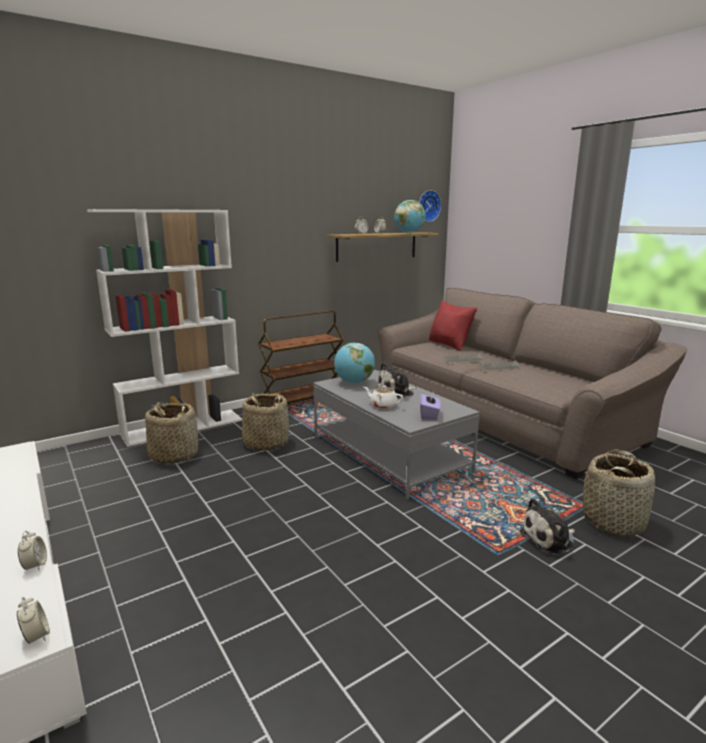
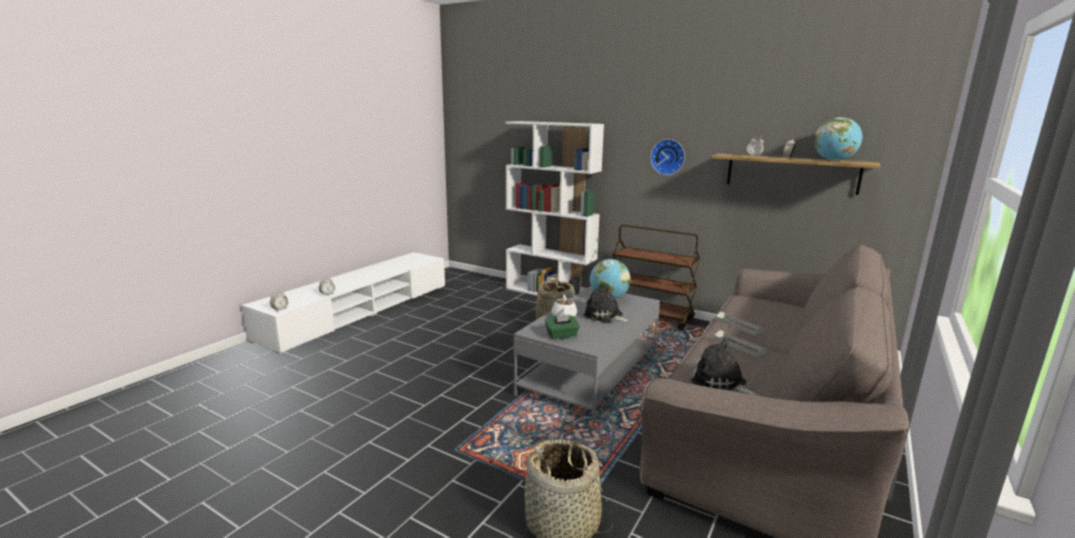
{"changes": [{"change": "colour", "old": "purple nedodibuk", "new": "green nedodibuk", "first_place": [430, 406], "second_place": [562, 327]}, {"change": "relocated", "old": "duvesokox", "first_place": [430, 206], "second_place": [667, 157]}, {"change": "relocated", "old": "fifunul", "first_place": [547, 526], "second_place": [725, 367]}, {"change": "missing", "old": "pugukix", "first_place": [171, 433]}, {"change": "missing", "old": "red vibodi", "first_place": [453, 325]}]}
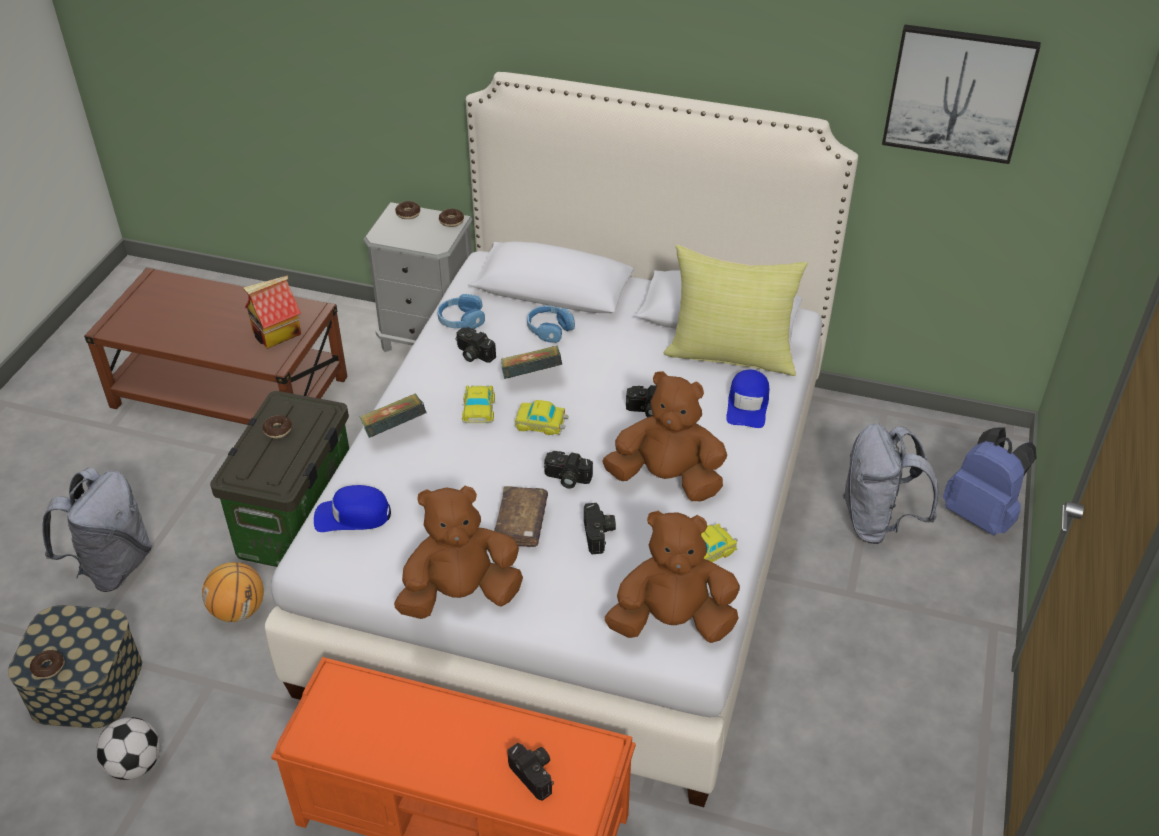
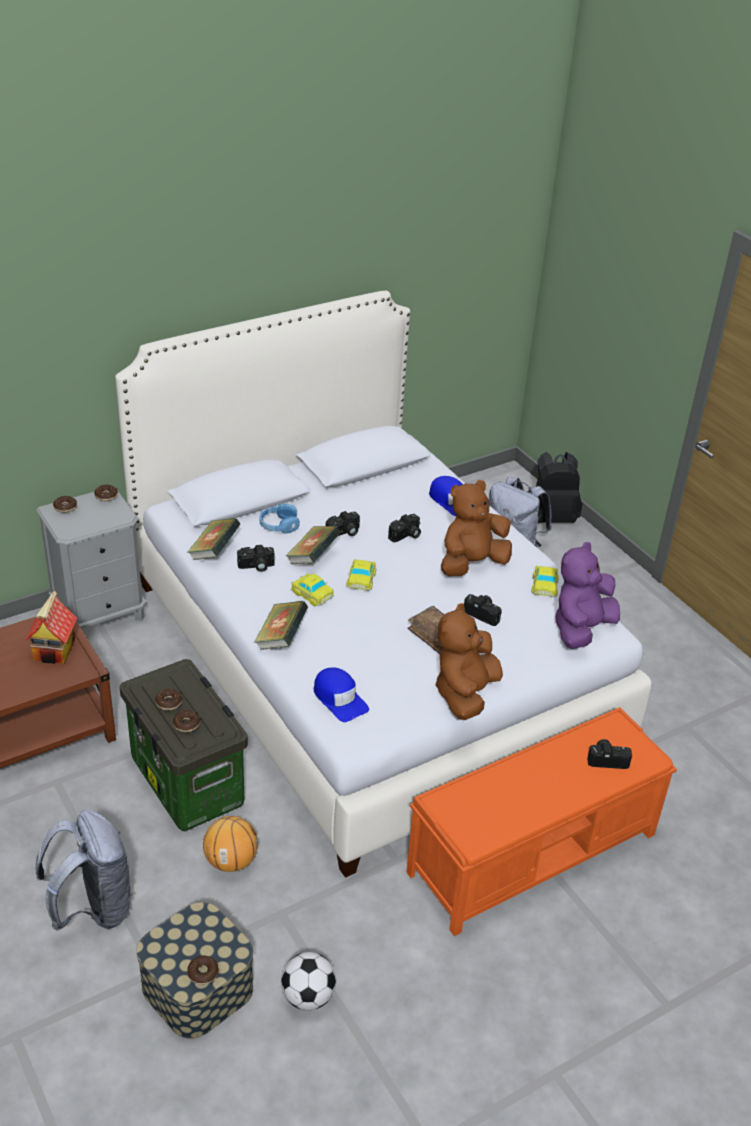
{"changes": [{"change": "appeared", "new": "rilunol", "second_place": [186, 721]}, {"change": "exchanged", "old": "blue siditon", "new": "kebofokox", "first_place": [461, 311], "second_place": [214, 539]}, {"change": "spun", "old": "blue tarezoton", "first_place": [352, 508], "second_place": [341, 694], "degrees": -75}, {"change": "relocated", "old": "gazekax", "first_place": [568, 470], "second_place": [343, 523]}, {"change": "spun", "old": "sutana", "first_place": [542, 417], "second_place": [361, 575], "degrees": -45}, {"change": "colour", "old": "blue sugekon", "new": "black sugekon", "first_place": [989, 481], "second_place": [559, 487]}, {"change": "colour", "old": "brown fifunul", "new": "purple fifunul", "first_place": [672, 577], "second_place": [587, 595]}, {"change": "missing", "old": "yellow vibodi", "first_place": [735, 310]}, {"change": "missing", "old": "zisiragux", "first_place": [961, 94]}]}
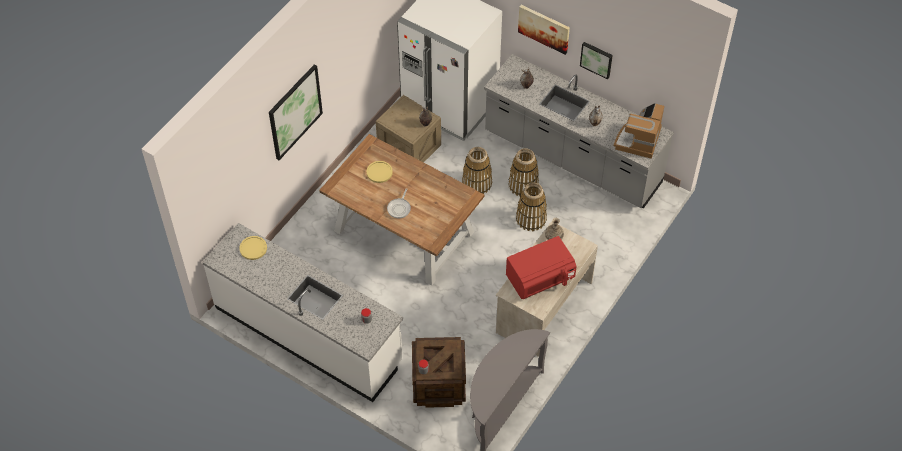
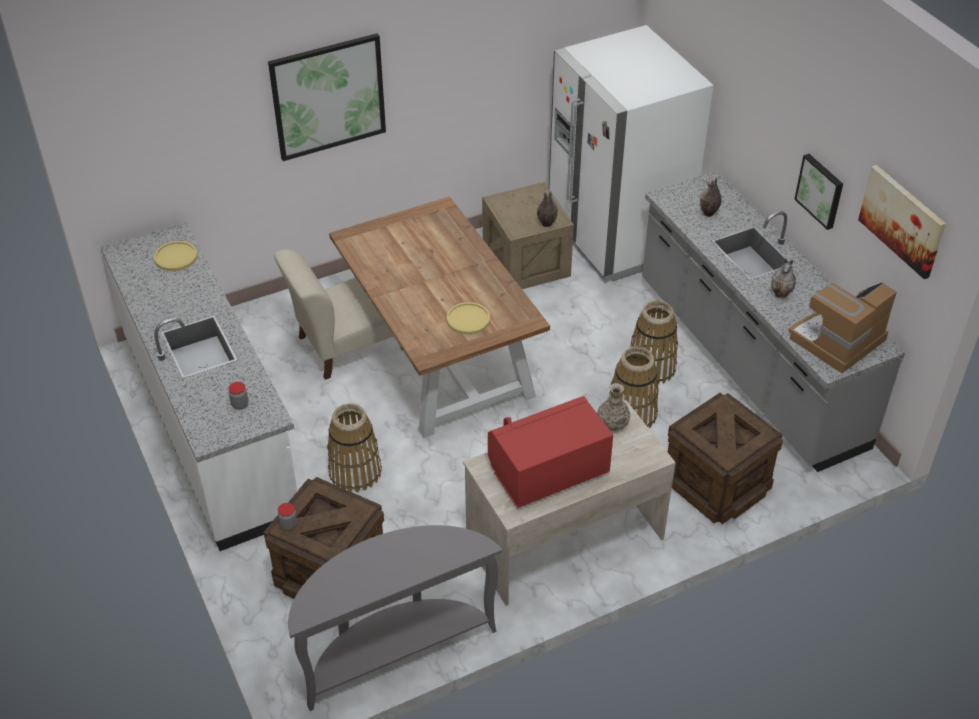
{"changes": [{"change": "appeared", "new": "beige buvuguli", "second_place": [338, 314]}, {"change": "relocated", "old": "pugukix", "first_place": [477, 170], "second_place": [354, 447]}, {"change": "relocated", "old": "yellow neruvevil", "first_place": [380, 172], "second_place": [468, 318]}, {"change": "spun", "old": "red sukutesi", "first_place": [541, 267], "second_place": [550, 452], "degrees": 150}, {"change": "appeared", "new": "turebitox", "second_place": [725, 458]}, {"change": "relocated", "old": "zisiragux", "first_place": [544, 30], "second_place": [902, 222]}, {"change": "missing", "old": "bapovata", "first_place": [399, 203]}]}
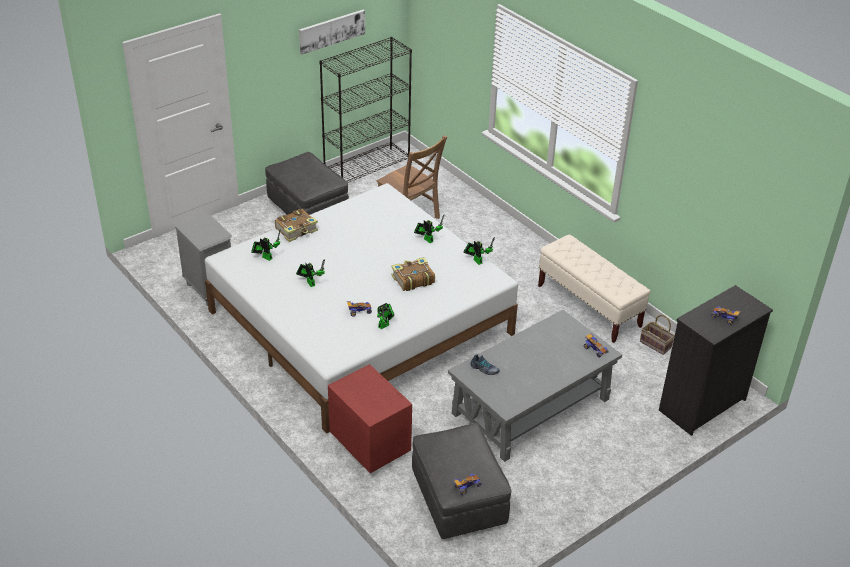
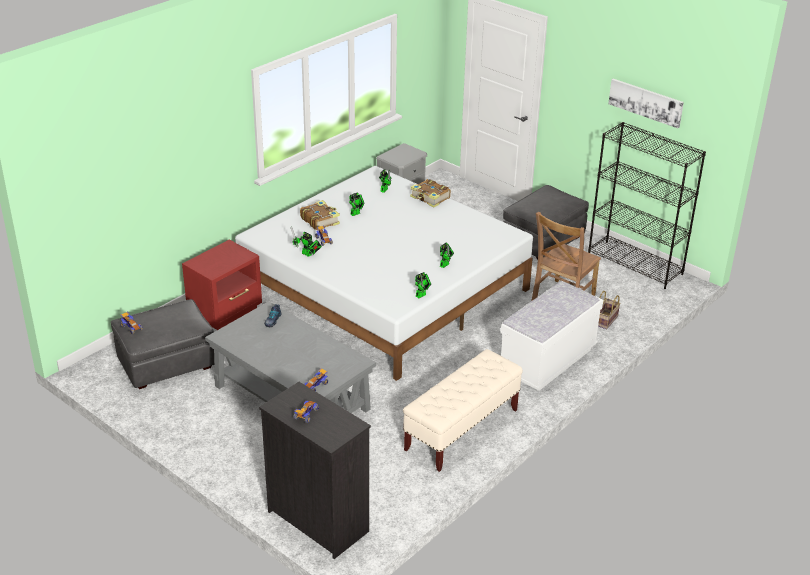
{"changes": [{"change": "relocated", "old": "kebofokox", "first_place": [413, 274], "second_place": [320, 215]}, {"change": "appeared", "new": "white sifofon", "second_place": [552, 336]}, {"change": "relocated", "old": "pugukix", "first_place": [657, 335], "second_place": [609, 310]}]}
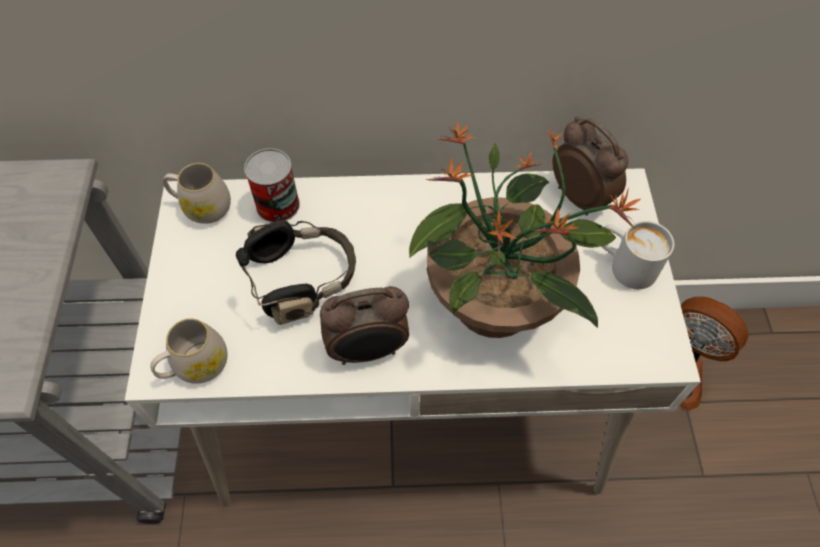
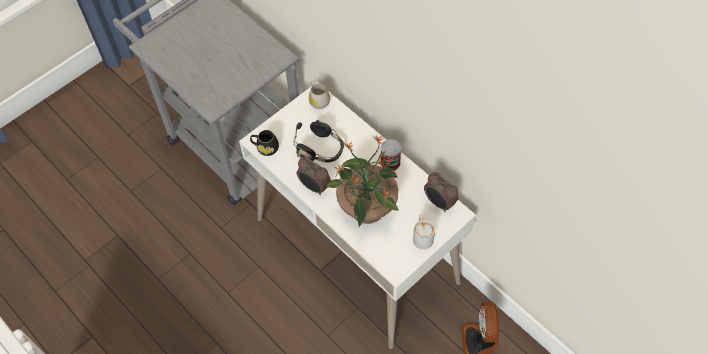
{"changes": [{"change": "colour", "old": "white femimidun", "new": "black femimidun", "first_place": [189, 351], "second_place": [264, 143]}, {"change": "relocated", "old": "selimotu", "first_place": [272, 185], "second_place": [391, 155]}, {"change": "spun", "old": "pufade", "first_place": [590, 165], "second_place": [441, 192], "degrees": 120}]}
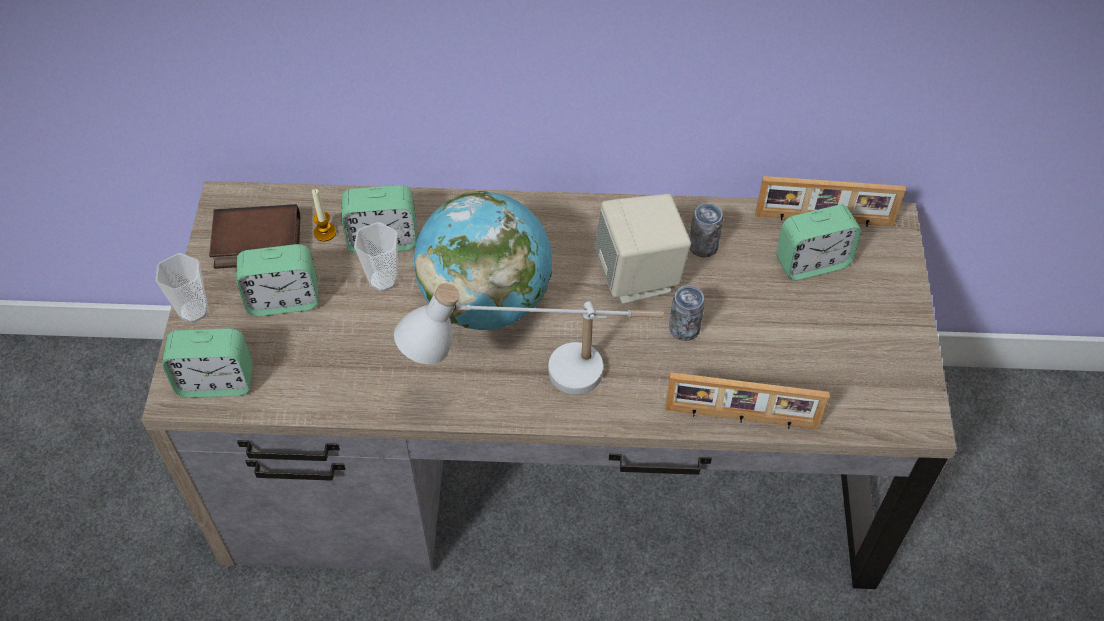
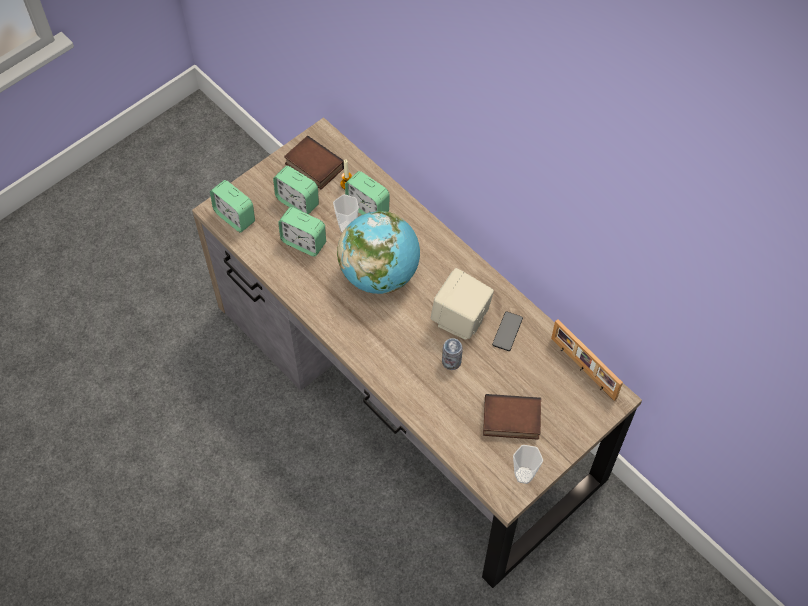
{"changes": [{"change": "relocated", "old": "pufade", "first_place": [818, 242], "second_place": [302, 232]}, {"change": "appeared", "new": "kebofokox", "second_place": [512, 417]}, {"change": "exchanged", "old": "selimotu", "new": "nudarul", "first_place": [707, 230], "second_place": [507, 331]}, {"change": "relocated", "old": "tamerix", "first_place": [181, 288], "second_place": [528, 464]}, {"change": "missing", "old": "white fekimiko", "first_place": [529, 339]}, {"change": "missing", "old": "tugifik", "first_place": [747, 400]}]}
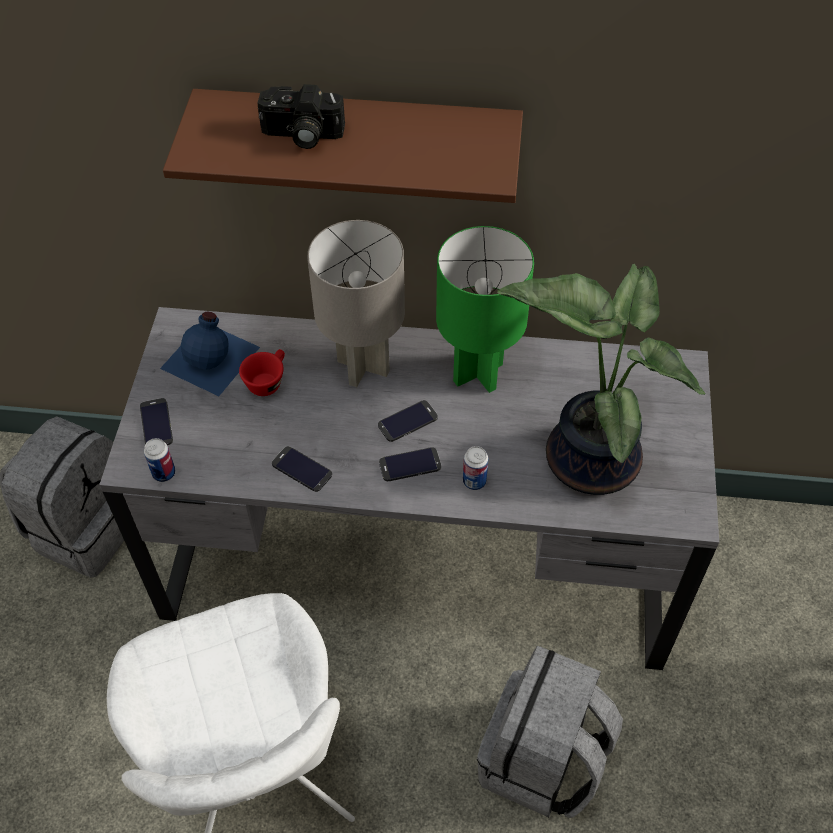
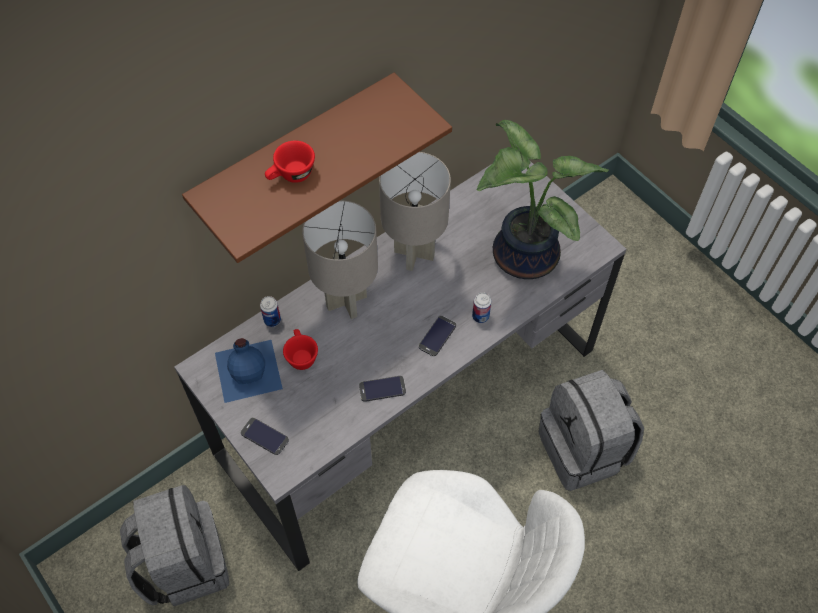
{"changes": [{"change": "relocated", "old": "selimotu", "first_place": [160, 460], "second_place": [270, 311]}, {"change": "exchanged", "old": "gazekax", "new": "red tamerix", "first_place": [301, 116], "second_place": [290, 162]}, {"change": "colour", "old": "green fekimiko", "new": "grey fekimiko", "first_place": [485, 309], "second_place": [415, 211]}, {"change": "missing", "old": "nudarul", "first_place": [408, 421]}]}
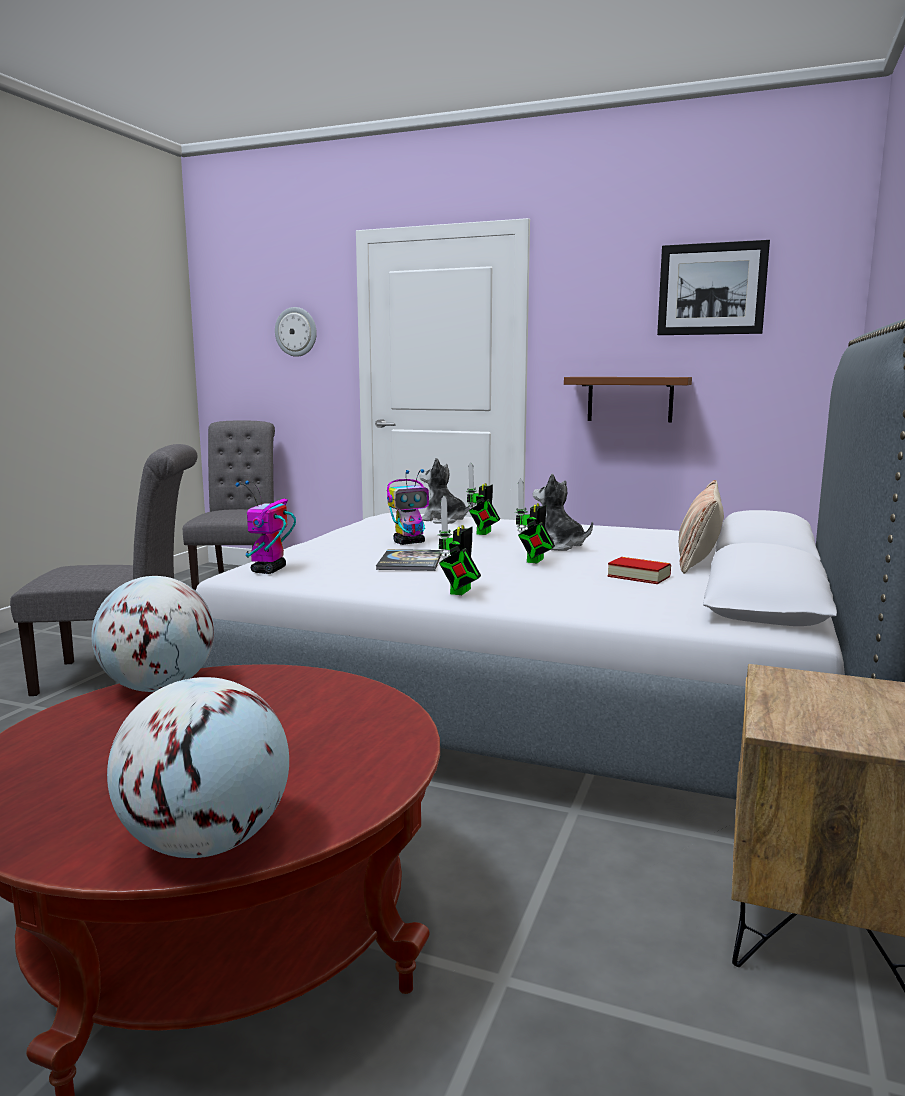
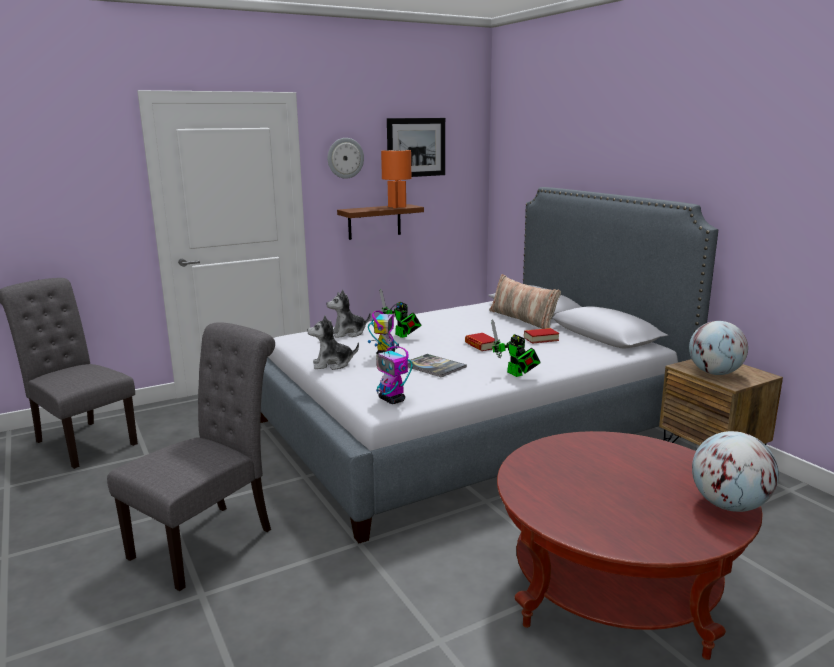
{"changes": [{"change": "relocated", "old": "fifunul", "first_place": [563, 512], "second_place": [333, 342]}, {"change": "relocated", "old": "duvesokox", "first_place": [296, 332], "second_place": [346, 158]}, {"change": "appeared", "new": "orange fekimiko", "second_place": [396, 179]}, {"change": "exchanged", "old": "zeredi", "new": "kebofokox", "first_place": [535, 521], "second_place": [480, 342]}, {"change": "relocated", "old": "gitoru", "first_place": [153, 634], "second_place": [718, 348]}]}
